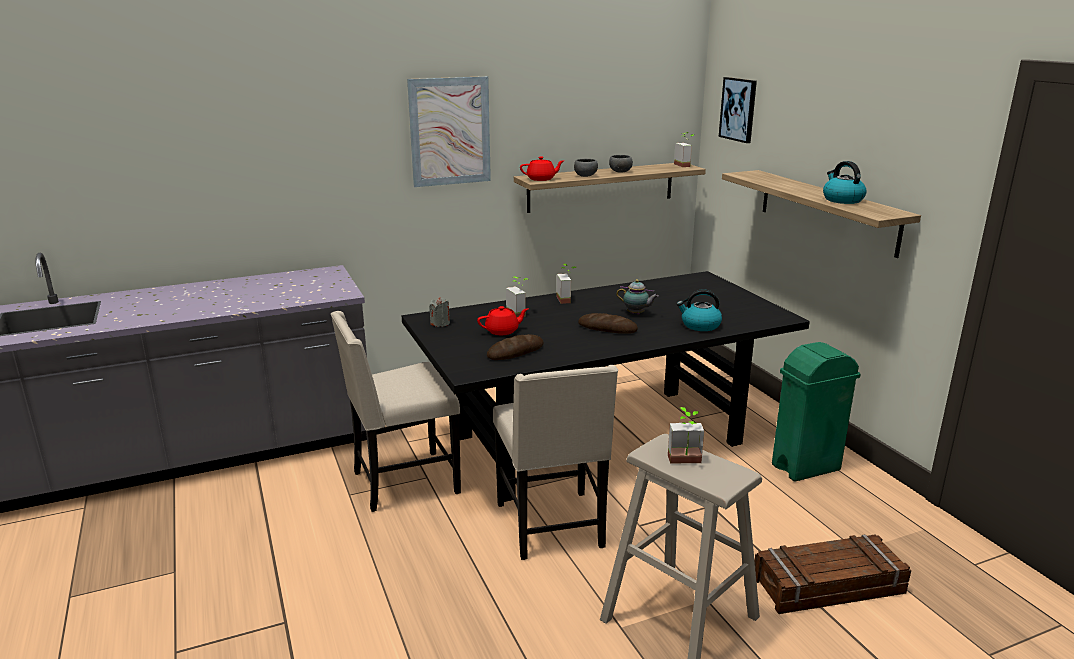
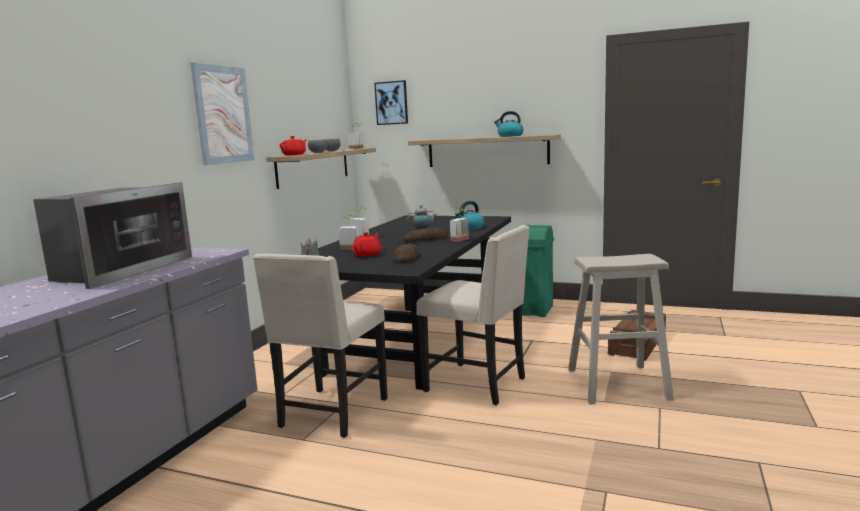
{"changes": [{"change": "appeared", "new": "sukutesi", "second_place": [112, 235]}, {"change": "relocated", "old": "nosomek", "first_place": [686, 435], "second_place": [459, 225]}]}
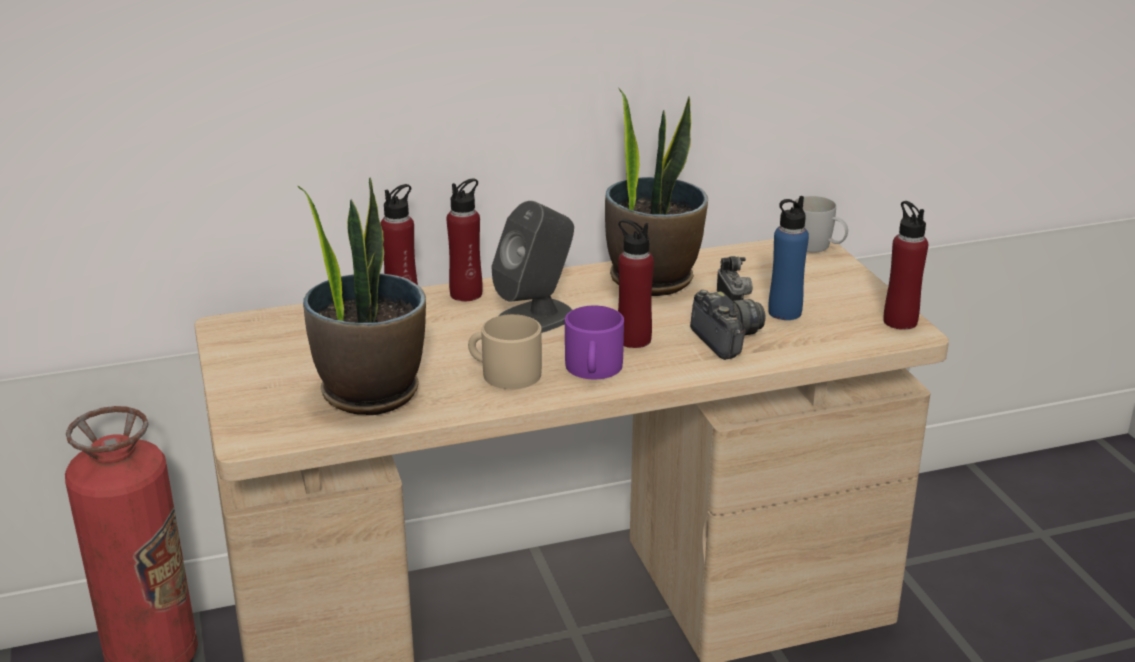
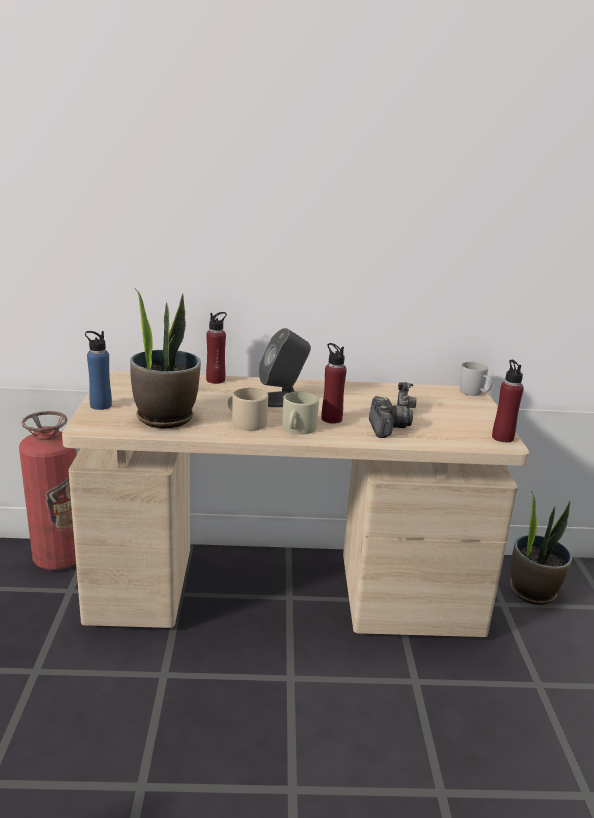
{"changes": [{"change": "relocated", "old": "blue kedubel", "first_place": [788, 258], "second_place": [98, 370]}, {"change": "colour", "old": "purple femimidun", "new": "beige femimidun", "first_place": [594, 342], "second_place": [300, 413]}, {"change": "relocated", "old": "nosomek", "first_place": [656, 191], "second_place": [541, 548]}, {"change": "missing", "old": "red kedubel", "first_place": [465, 239]}]}
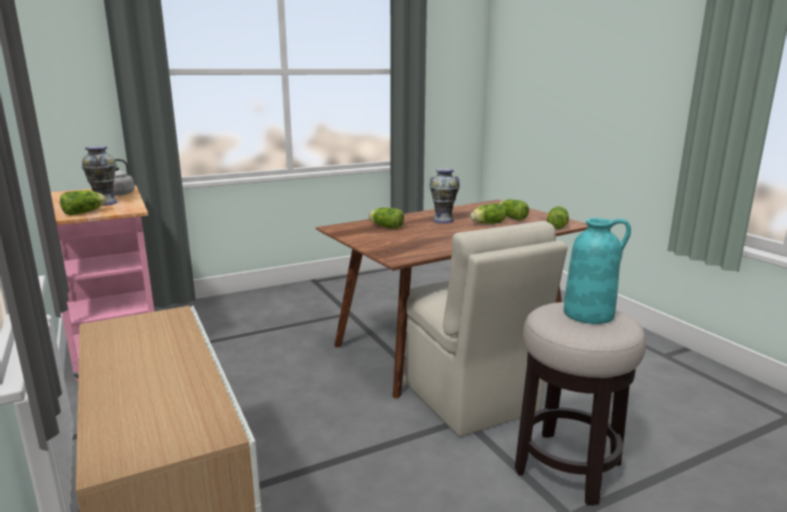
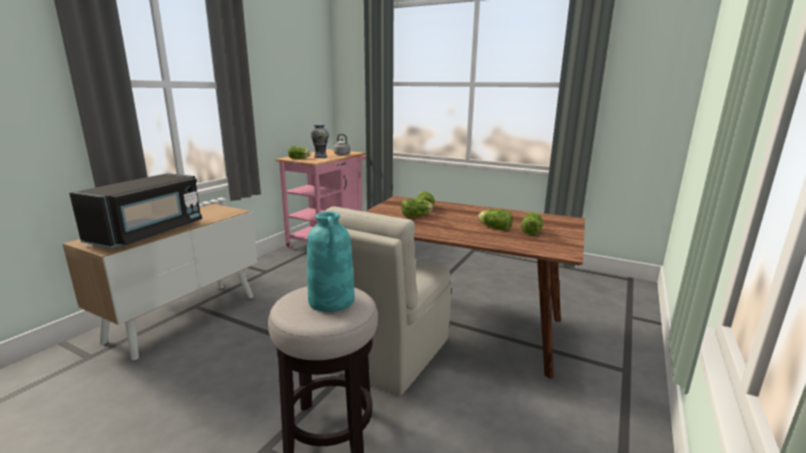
{"changes": [{"change": "appeared", "new": "black sukutesi", "second_place": [135, 210]}, {"change": "relocated", "old": "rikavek", "first_place": [558, 217], "second_place": [417, 208]}, {"change": "missing", "old": "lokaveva", "first_place": [444, 196]}]}
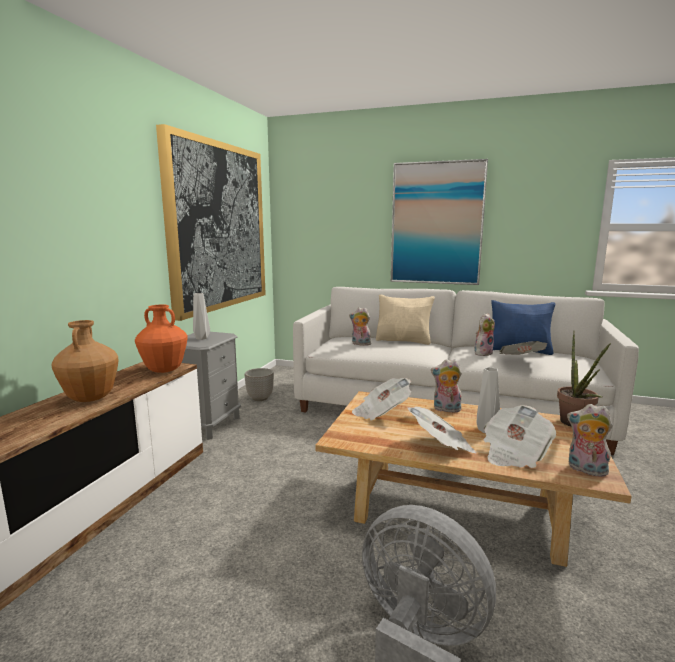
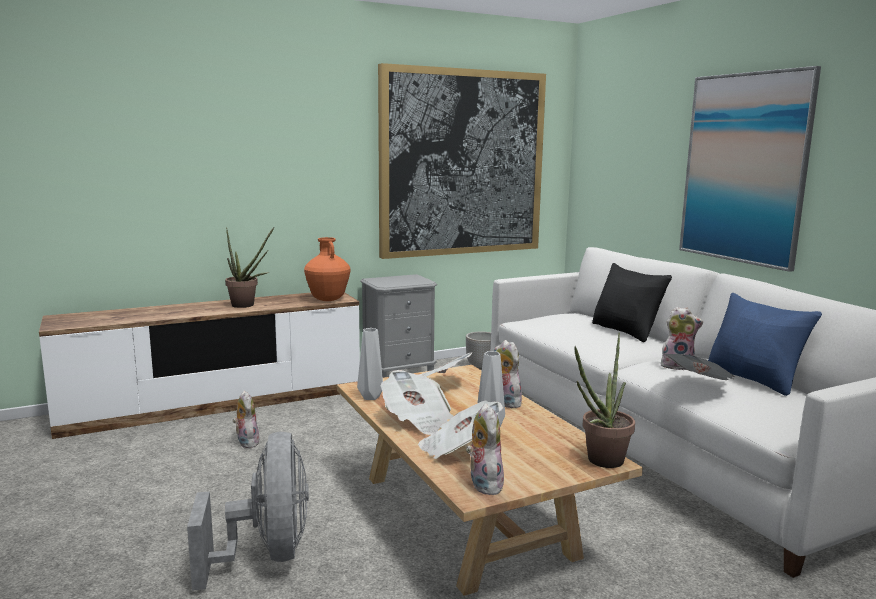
{"changes": [{"change": "exchanged", "old": "brown lokaveva", "new": "nosomek", "first_place": [85, 361], "second_place": [249, 267]}, {"change": "relocated", "old": "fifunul", "first_place": [360, 326], "second_place": [246, 419]}, {"change": "relocated", "old": "grey lokaveva", "first_place": [201, 316], "second_place": [370, 364]}, {"change": "colour", "old": "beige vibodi", "new": "black vibodi", "first_place": [405, 319], "second_place": [632, 302]}]}
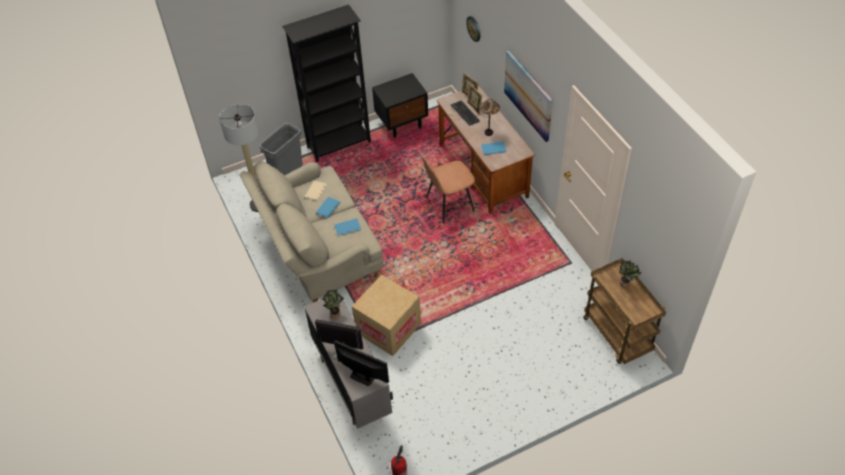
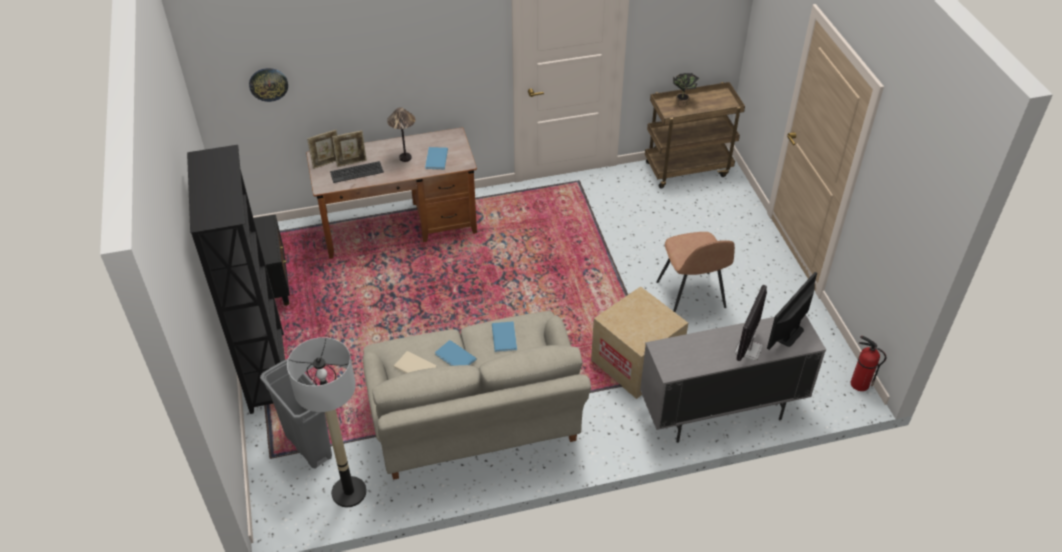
{"changes": [{"change": "relocated", "old": "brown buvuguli", "first_place": [448, 189], "second_place": [695, 272]}, {"change": "missing", "old": "nosomek", "first_place": [333, 304]}, {"change": "missing", "old": "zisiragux", "first_place": [528, 96]}]}
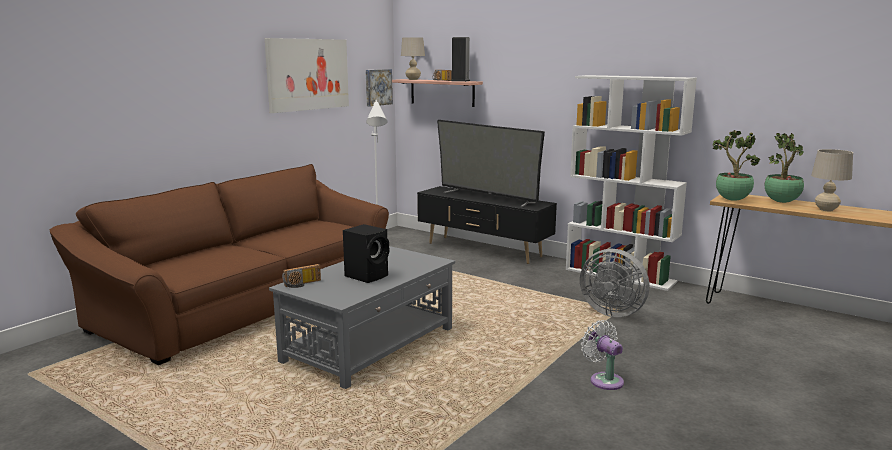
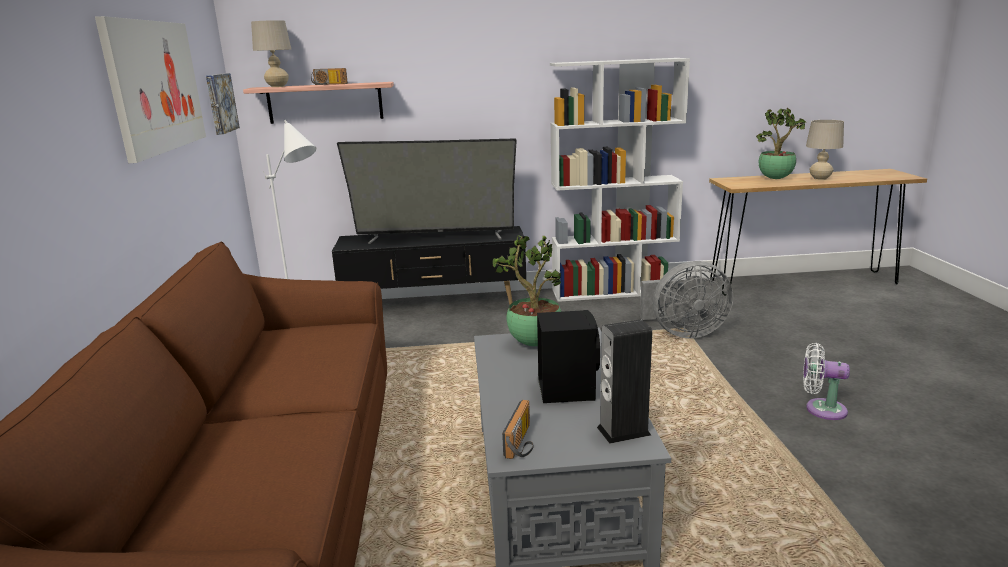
{"changes": [{"change": "relocated", "old": "nosomek", "first_place": [736, 165], "second_place": [526, 290]}, {"change": "relocated", "old": "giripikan", "first_place": [460, 59], "second_place": [624, 381]}]}
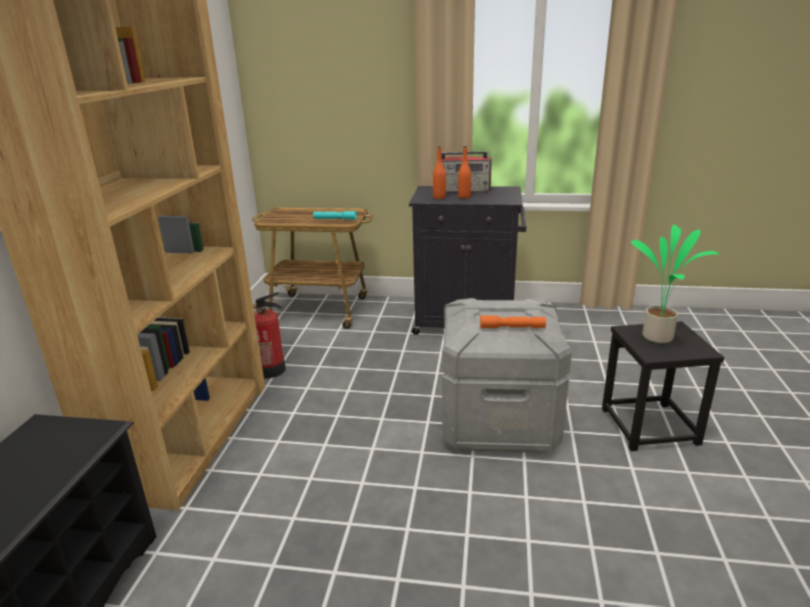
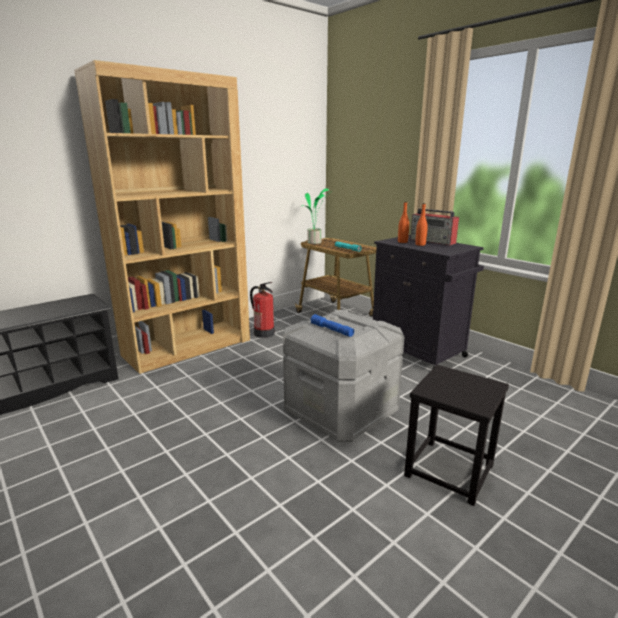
{"changes": [{"change": "relocated", "old": "nosomek", "first_place": [675, 283], "second_place": [318, 216]}, {"change": "colour", "old": "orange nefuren", "new": "blue nefuren", "first_place": [513, 321], "second_place": [332, 325]}]}
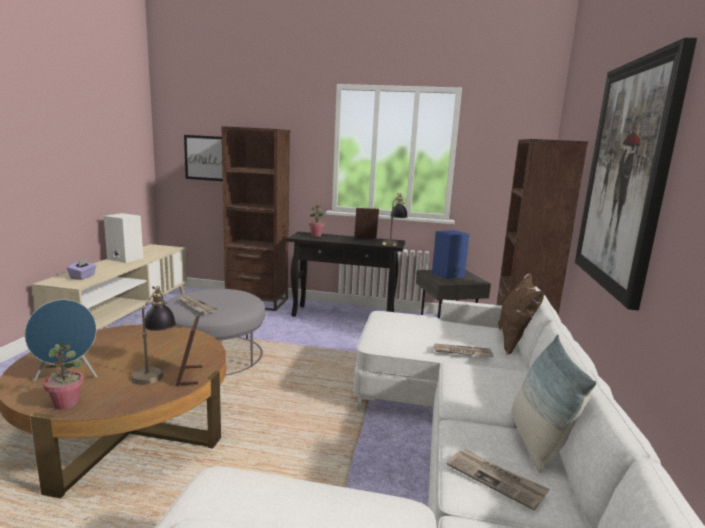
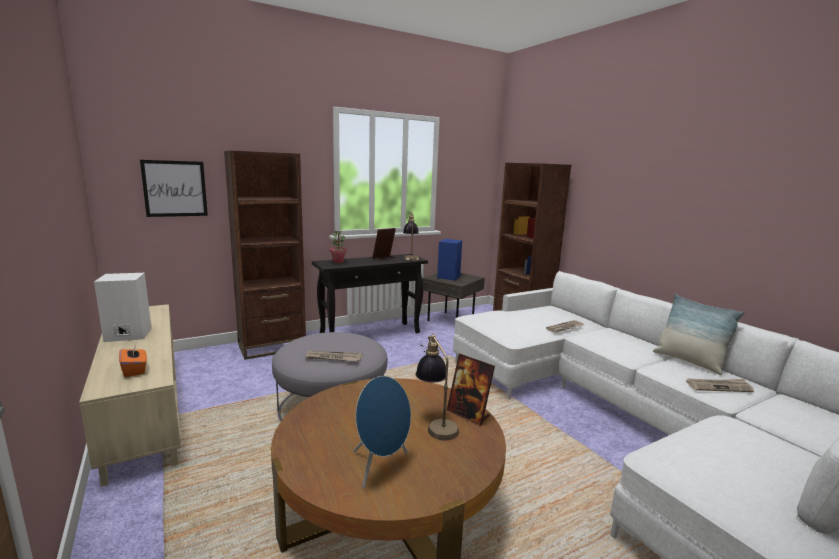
{"changes": [{"change": "colour", "old": "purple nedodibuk", "new": "orange nedodibuk", "first_place": [81, 269], "second_place": [133, 360]}, {"change": "missing", "old": "nosomek", "first_place": [63, 376]}, {"change": "missing", "old": "brown vibodi", "first_place": [521, 313]}, {"change": "missing", "old": "zisiragux", "first_place": [636, 174]}]}
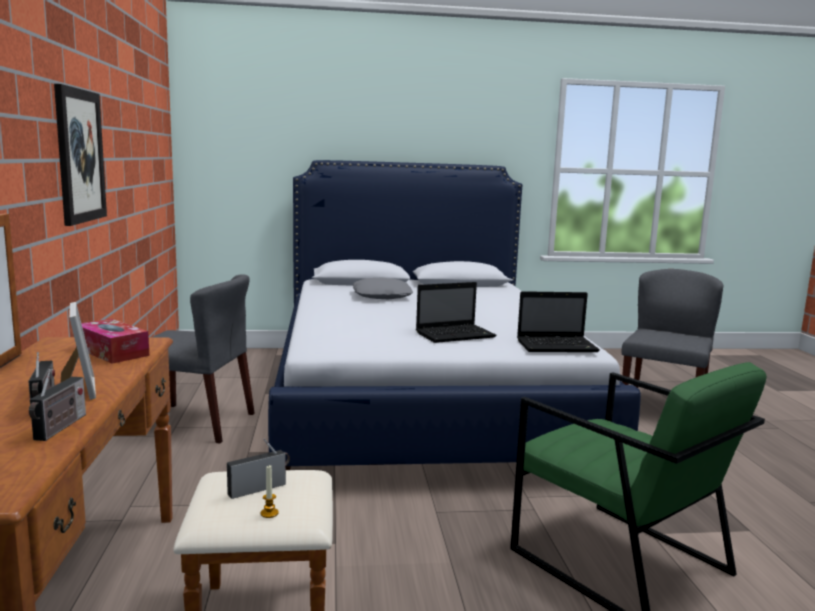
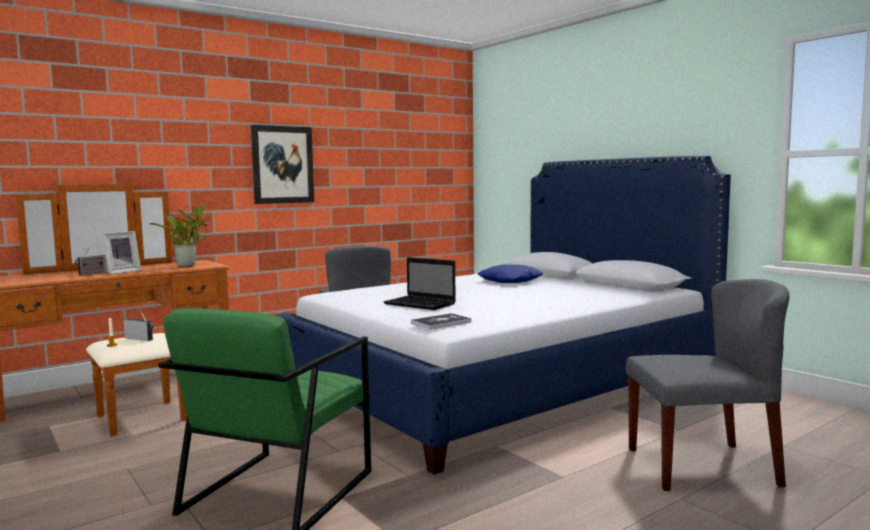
{"changes": [{"change": "exchanged", "old": "nedodibuk", "new": "nosomek", "first_place": [112, 341], "second_place": [182, 236]}, {"change": "exchanged", "old": "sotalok", "new": "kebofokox", "first_place": [558, 321], "second_place": [441, 321]}, {"change": "colour", "old": "grey vibodi", "new": "blue vibodi", "first_place": [383, 288], "second_place": [510, 274]}, {"change": "missing", "old": "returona", "first_place": [57, 405]}]}
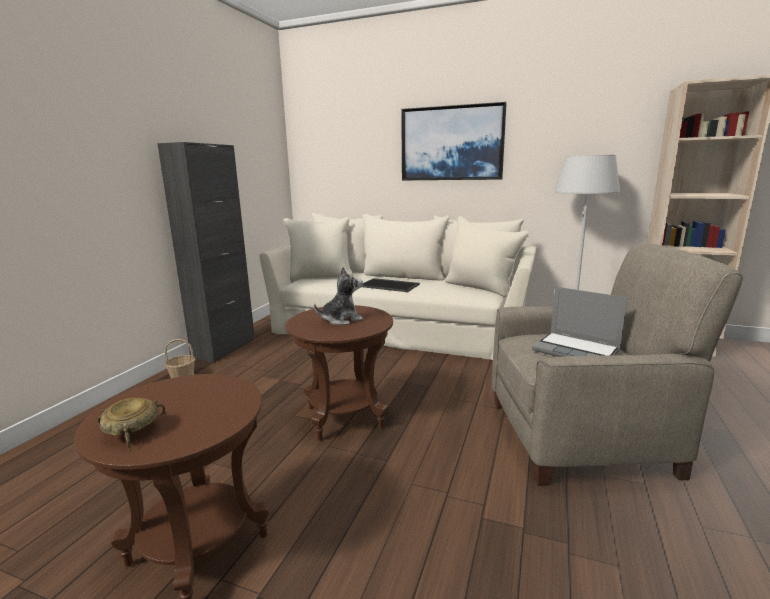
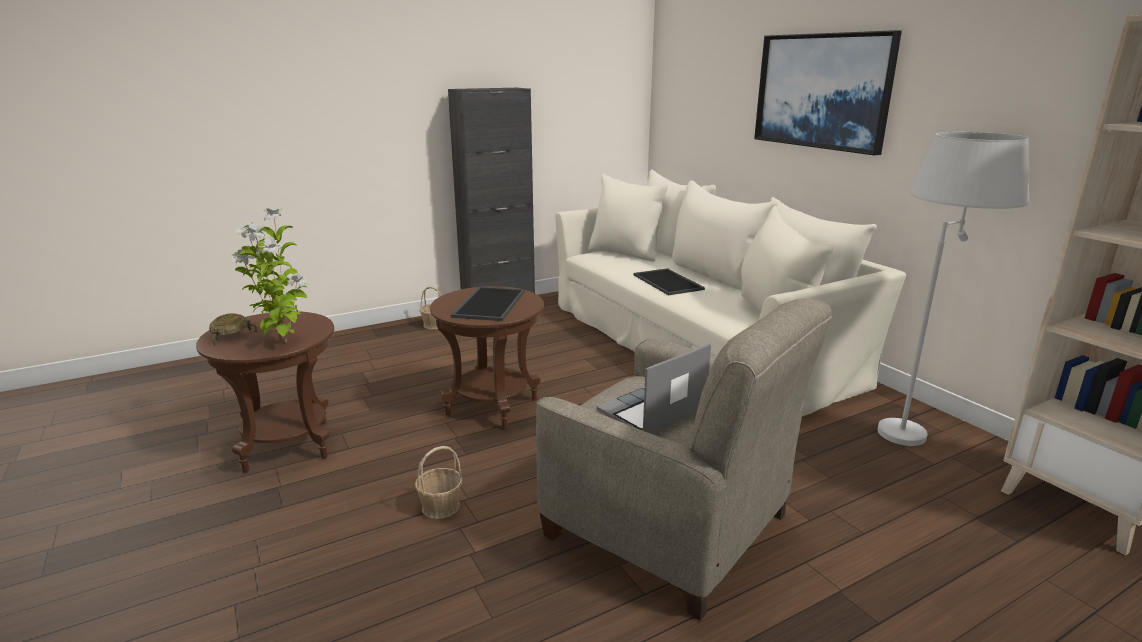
{"changes": [{"change": "appeared", "new": "nosomek", "second_place": [268, 275]}, {"change": "appeared", "new": "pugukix", "second_place": [439, 482]}, {"change": "exchanged", "old": "fifunul", "new": "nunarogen", "first_place": [338, 296], "second_place": [488, 304]}, {"change": "spun", "old": "sotalok", "first_place": [580, 322], "second_place": [654, 388], "degrees": 60}]}
